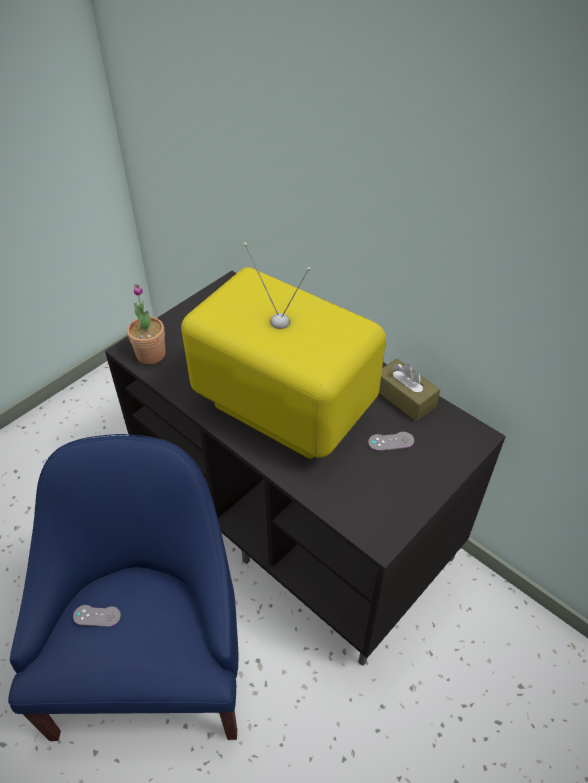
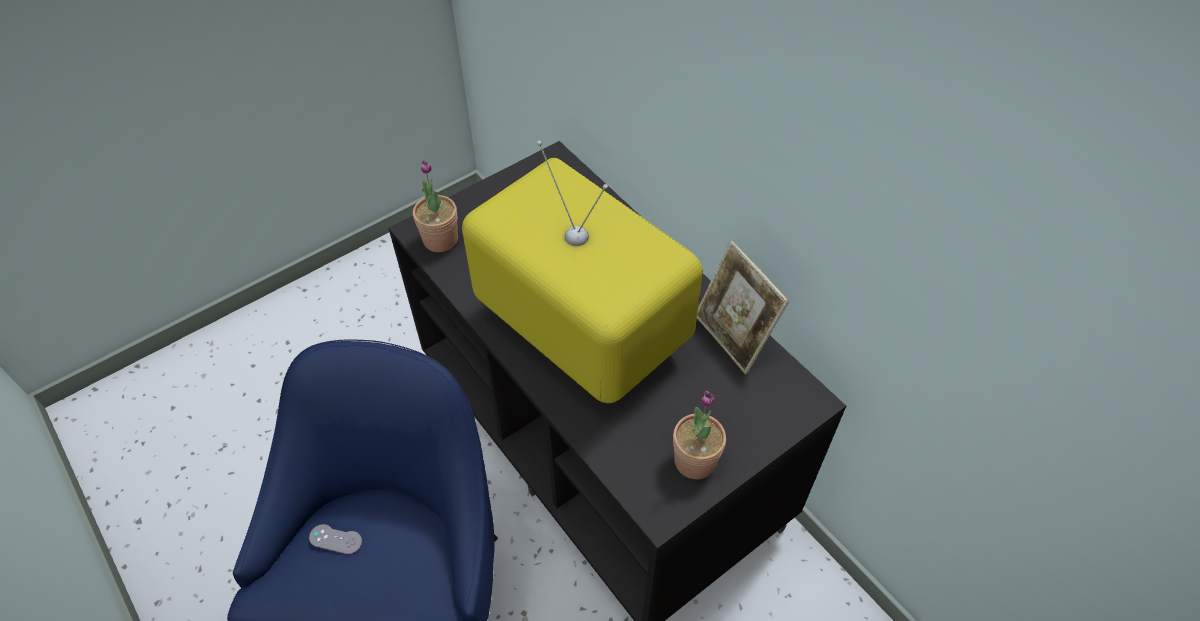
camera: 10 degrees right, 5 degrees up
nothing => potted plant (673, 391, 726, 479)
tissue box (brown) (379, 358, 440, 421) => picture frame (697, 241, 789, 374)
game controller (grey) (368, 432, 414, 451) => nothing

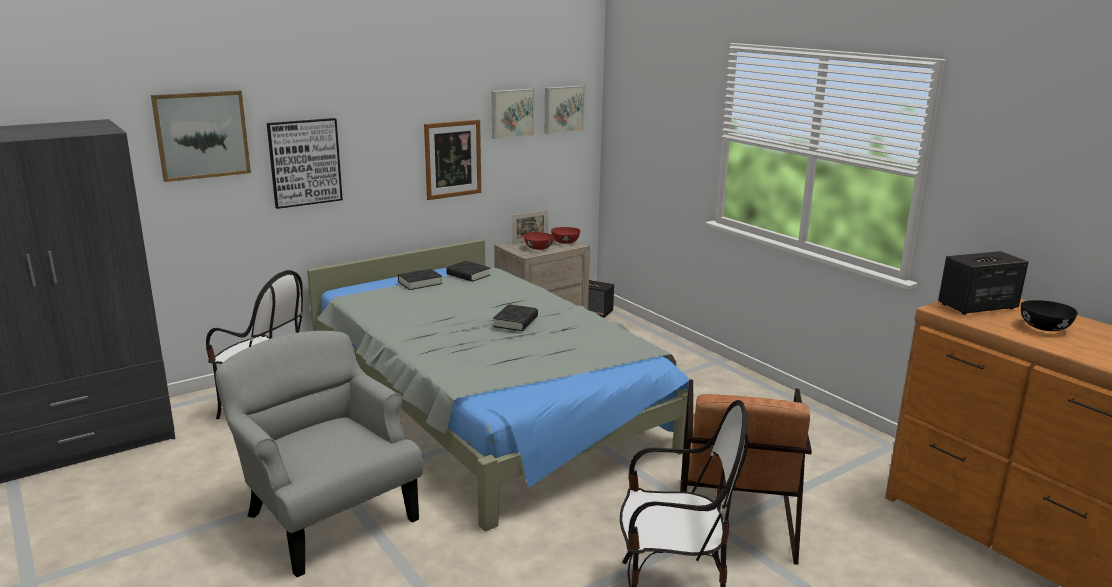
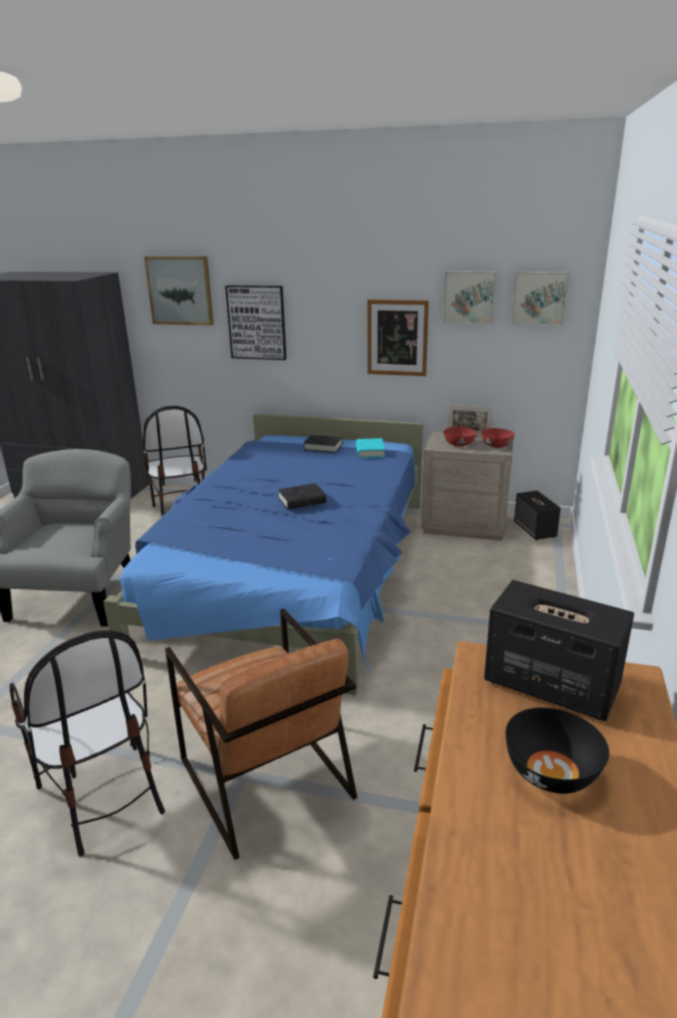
camera: 50 degrees right, 5 degrees up
bed (grey) (307, 239, 694, 531) => bed (blue) (103, 413, 423, 695)
armchair (brown) (680, 379, 812, 565) => armchair (brown) (165, 609, 357, 860), 90 degrees counterclockwise
book (black) (446, 261, 490, 282) => book (turquoise) (356, 438, 385, 458)

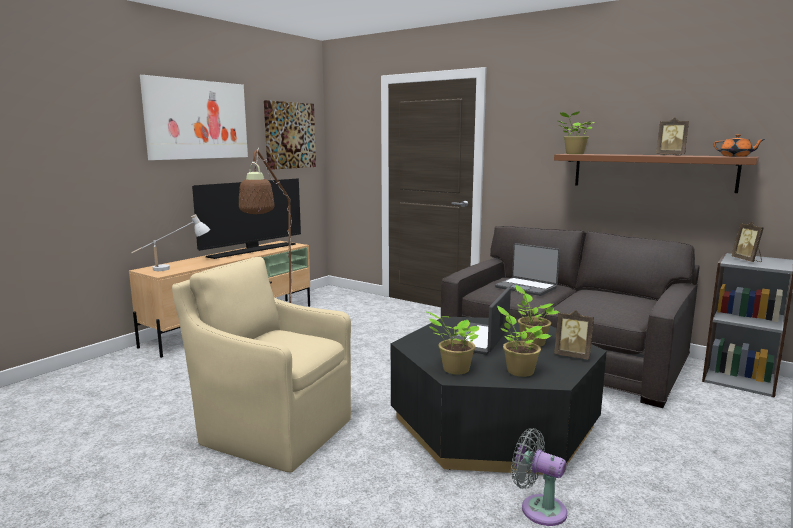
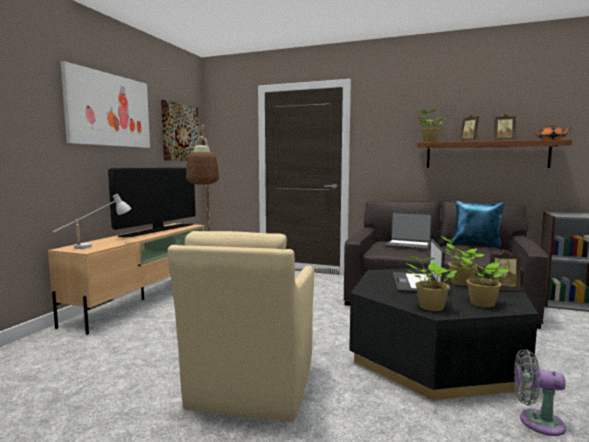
camera: 15 degrees left, 5 degrees down
armchair (beige) (172, 257, 351, 473) => armchair (beige) (168, 231, 314, 422), 90 degrees counterclockwise
nothing => pillow (blue) (449, 201, 505, 249)
picture frame (732, 222, 763, 262) => picture frame (460, 115, 479, 141), shifted

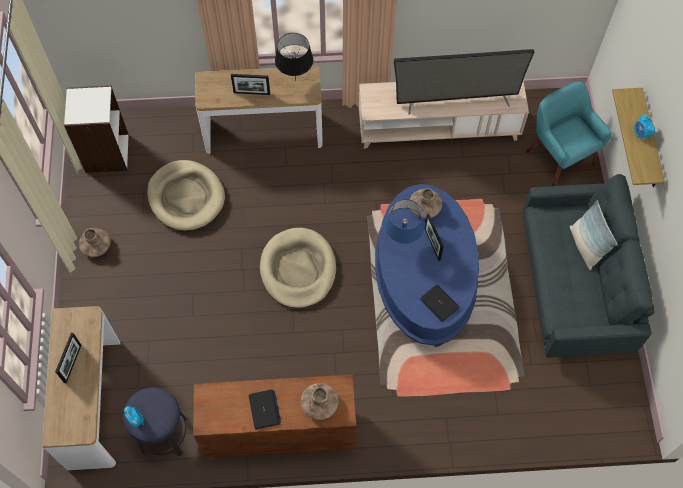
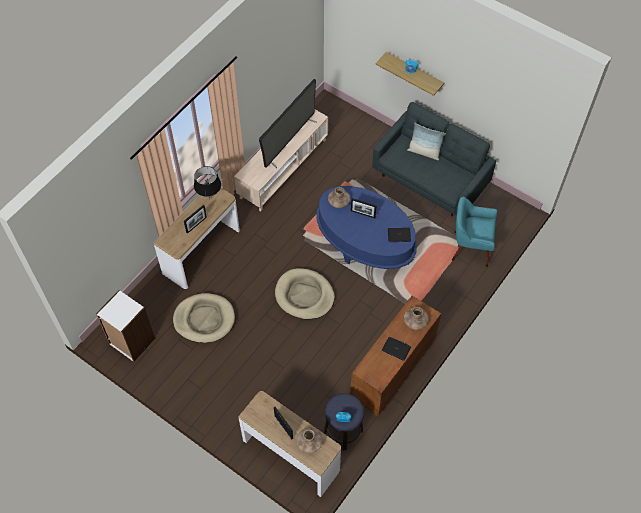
camera: 50 degrees left, 5 degrees down
vase (brown) (79, 228, 111, 257) => vase (brown) (296, 427, 323, 453), shifted
armchair (turquoise) (526, 81, 612, 186) => armchair (turquoise) (452, 197, 498, 267), shifted
table lamp (blue) (384, 199, 425, 244) => nothing

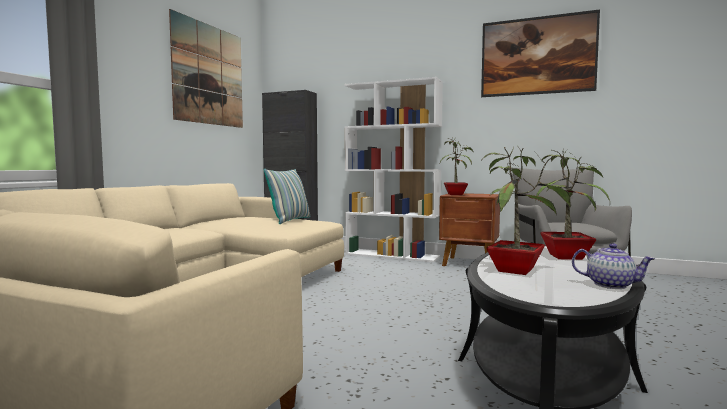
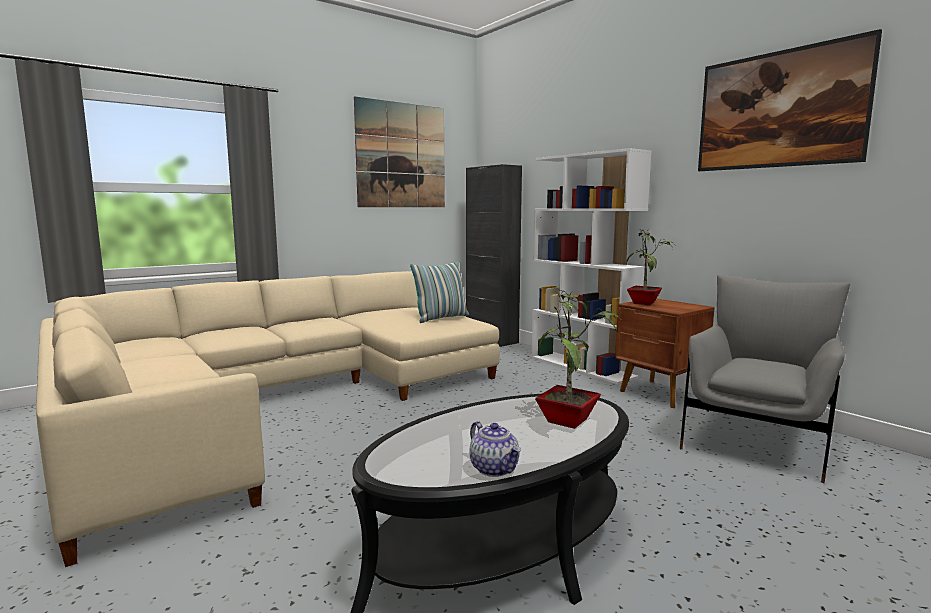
camera: 30 degrees right, 5 degrees up
potted plant (481, 147, 571, 275) => nothing

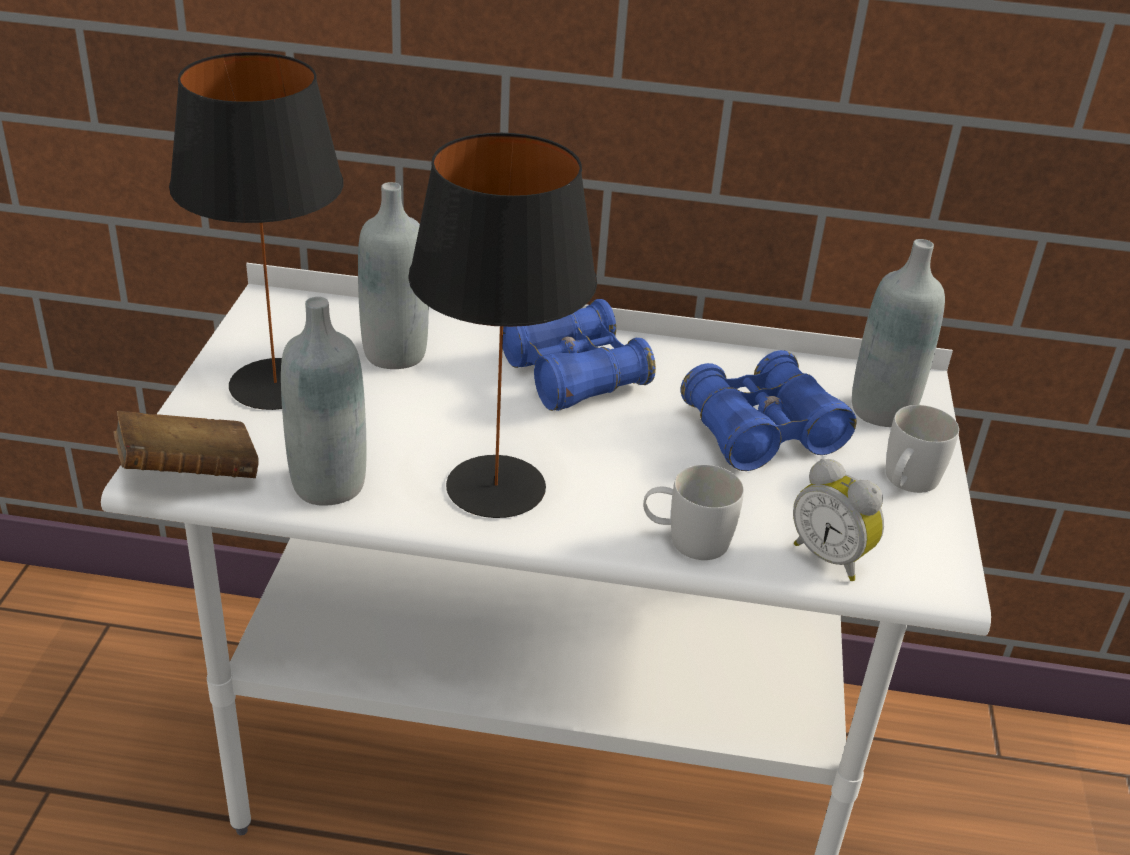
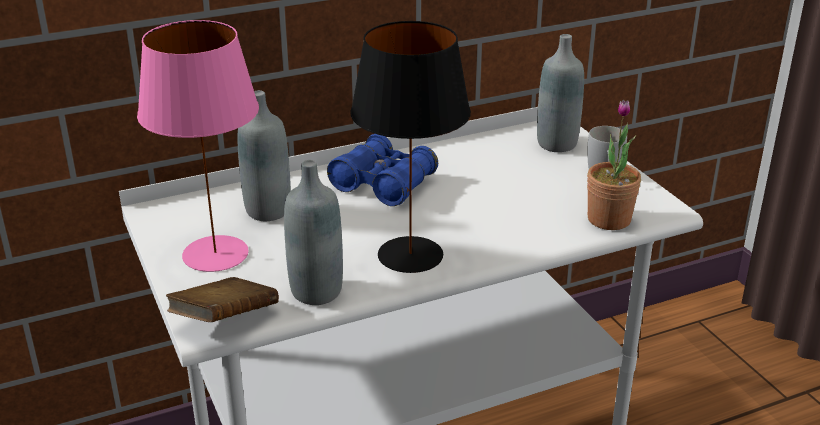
camera: 30 degrees left, 5 degrees down
table lamp (black) (169, 52, 344, 410) => table lamp (pink) (137, 20, 259, 272)
alarm clock (793, 458, 884, 581) => potted plant (587, 100, 641, 230)
mug (white) (643, 465, 744, 560) => nothing
binoculars (blue) (680, 350, 857, 471) => nothing

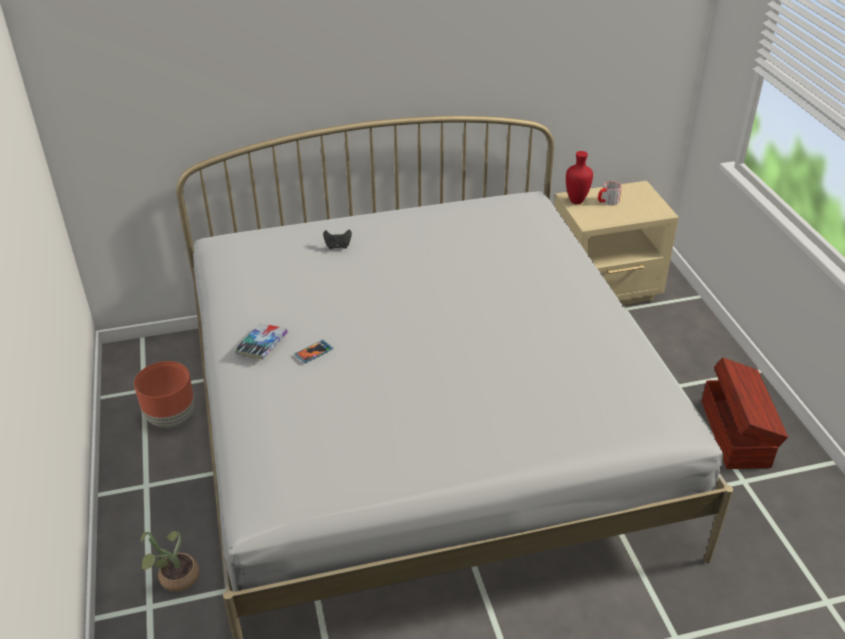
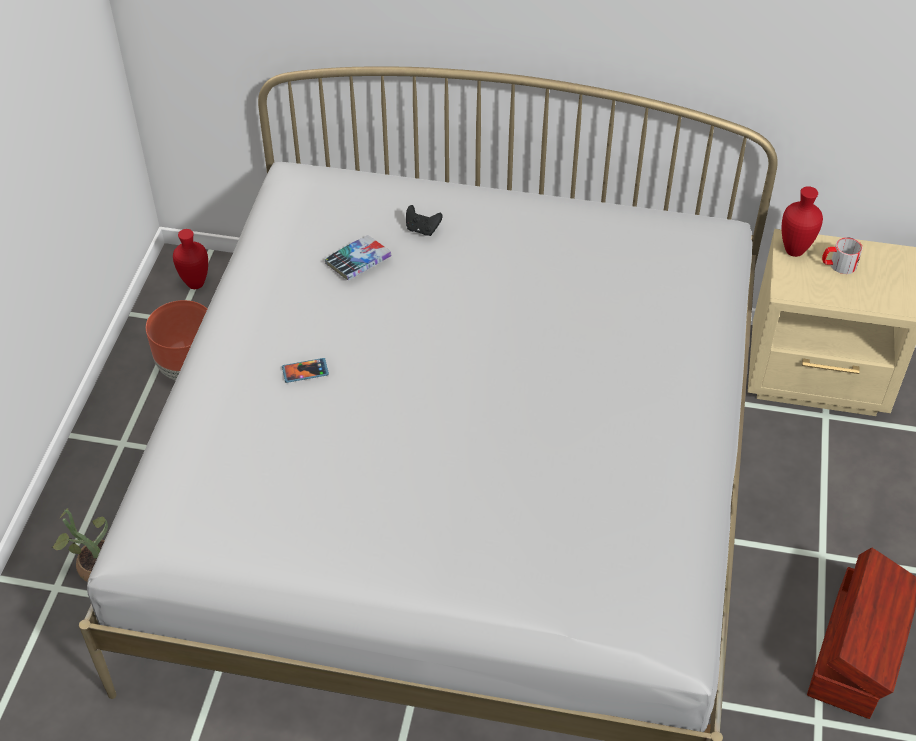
camera: 25 degrees right, 10 degrees up
nothing => vase (red) (173, 229, 208, 289)
book (234, 324, 288, 359) => book (324, 235, 392, 280), shifted

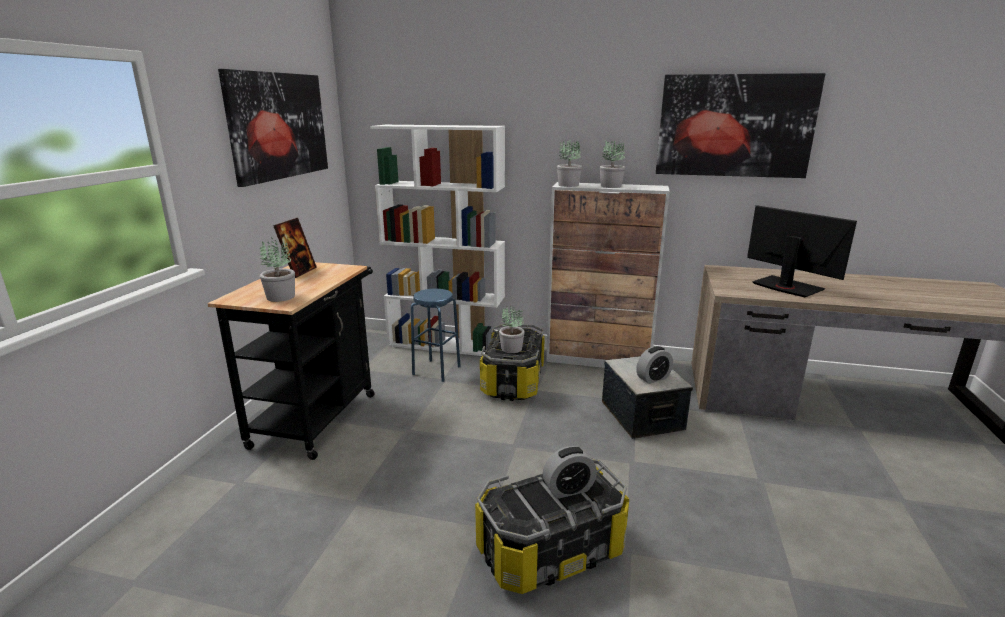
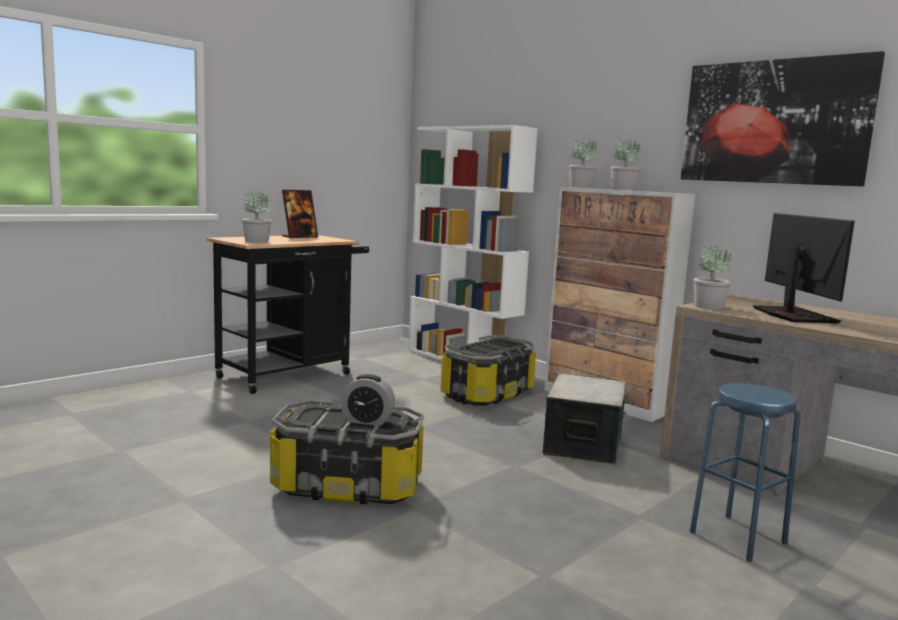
camera: 30 degrees right, 10 degrees down
stool (blue) (411, 289, 461, 382) => stool (blue) (690, 383, 800, 562), shifted
potted plant (499, 306, 525, 353) => potted plant (694, 245, 732, 310), shifted
picture (218, 69, 328, 187) => nothing
alarm clock (636, 346, 673, 384) => nothing

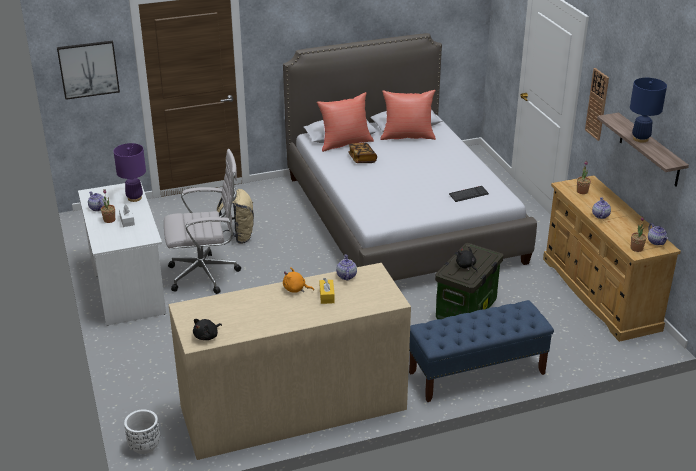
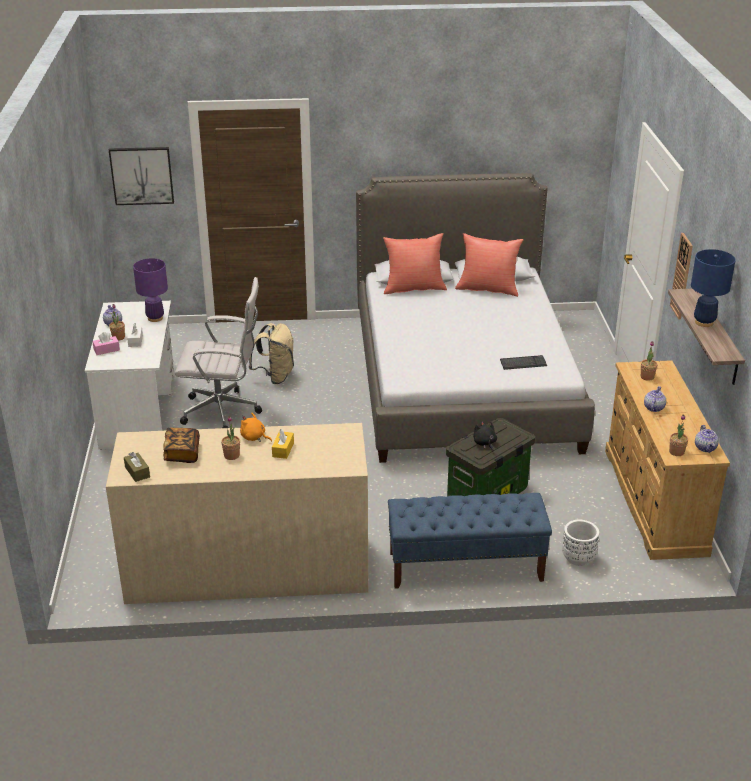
camera: 15 degrees right, 0 degrees up
nothing => tissue box (pink) (92, 332, 120, 355)
plush toy (black) (193, 319, 222, 340) => tissue box (brown) (124, 452, 150, 482)
book (348, 143, 377, 163) => book (163, 428, 200, 463), shifted
nothing => potted plant (221, 416, 240, 460)
planter (white) (124, 410, 160, 454) => planter (white) (562, 520, 599, 566), shifted
teapot (336, 254, 357, 281) => nothing

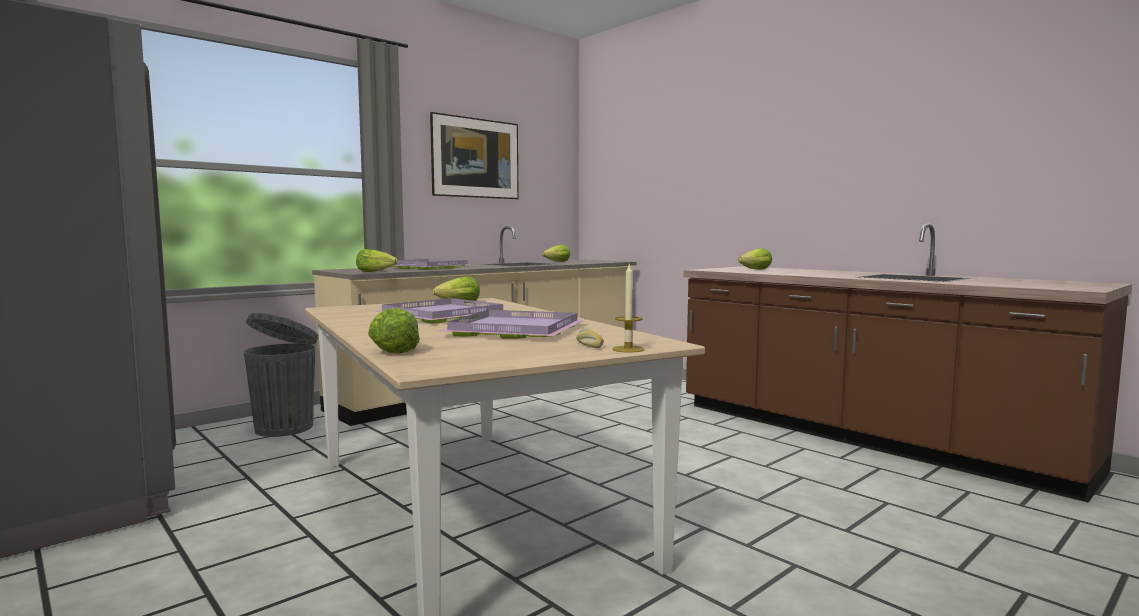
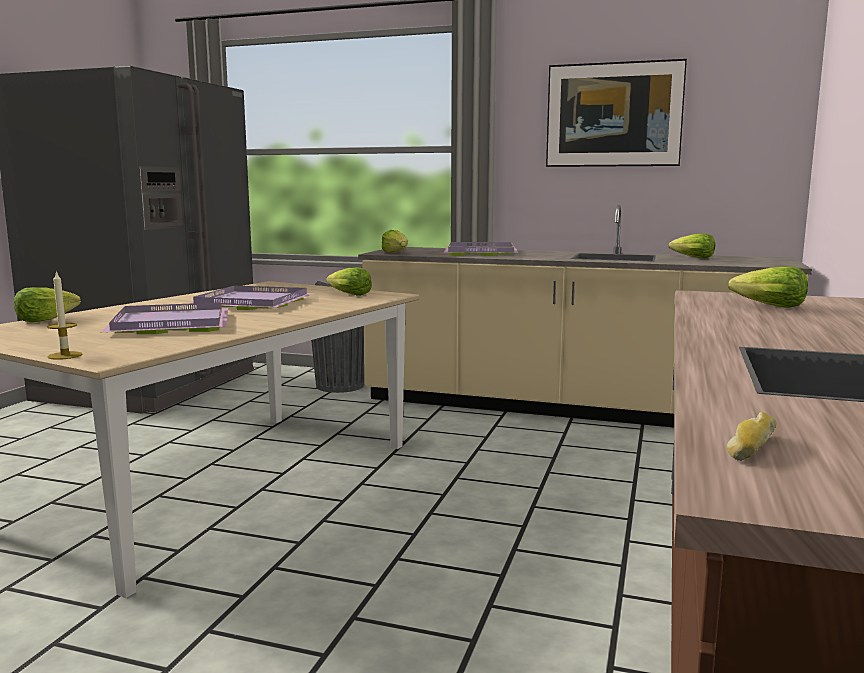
camera: 60 degrees right, 5 degrees up
bread (576, 328, 604, 348) => bread (727, 412, 777, 461), shifted

